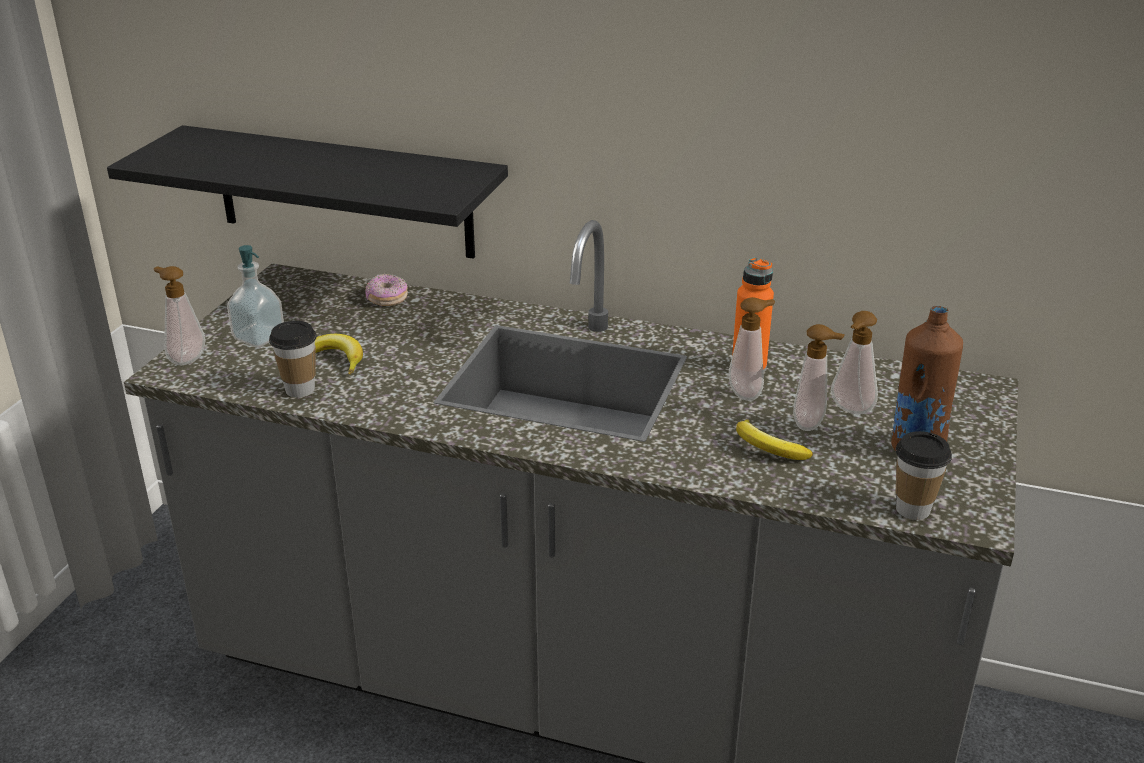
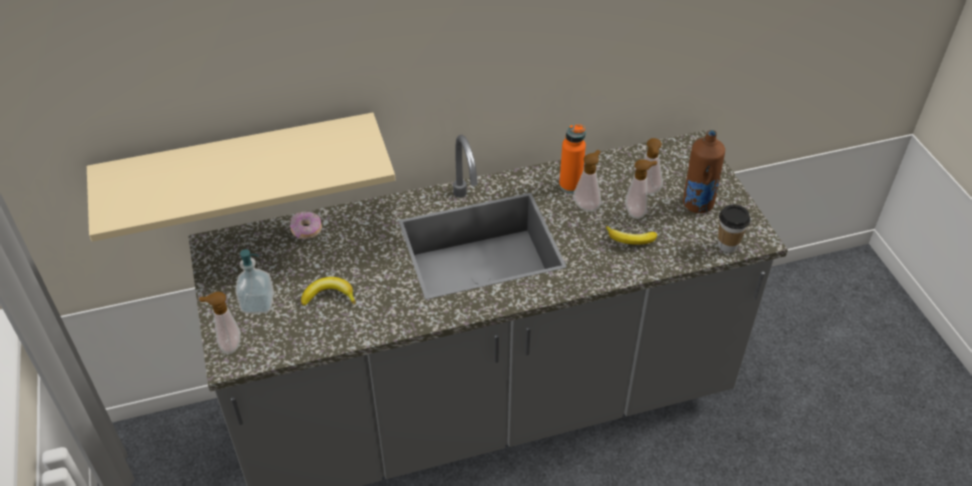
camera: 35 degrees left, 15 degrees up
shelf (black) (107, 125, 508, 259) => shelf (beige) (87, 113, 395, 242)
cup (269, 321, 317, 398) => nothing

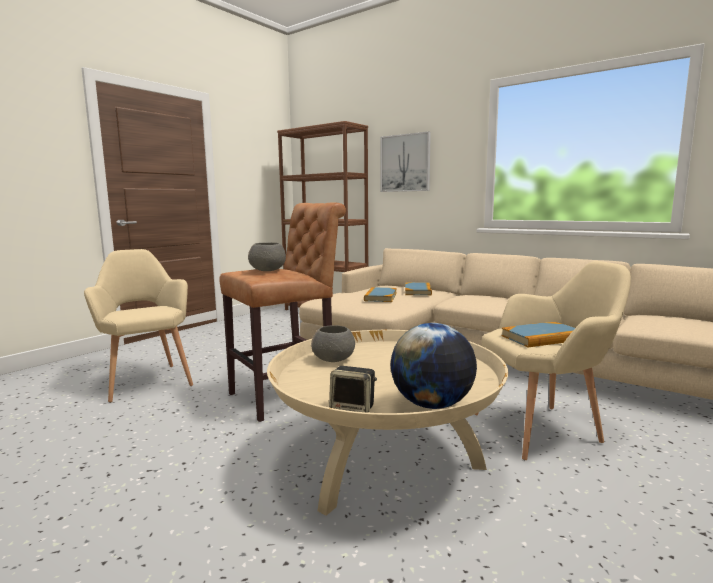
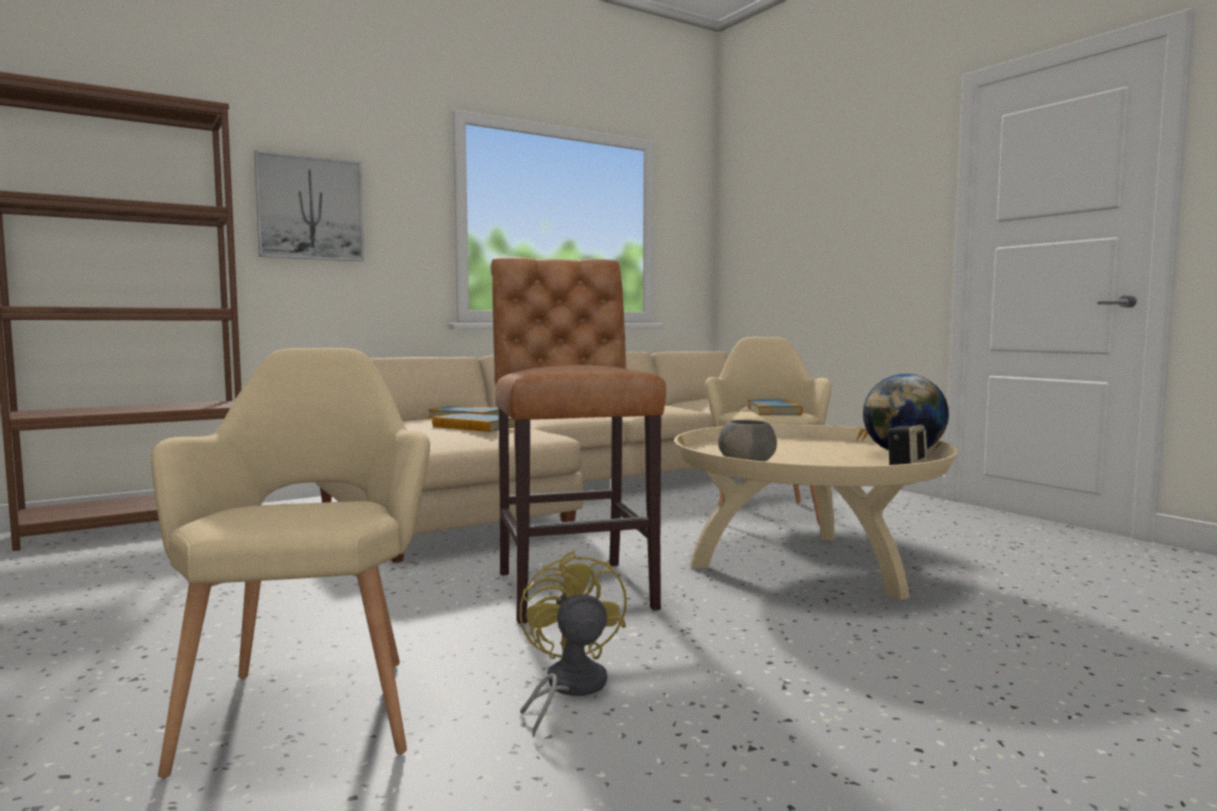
camera: 70 degrees left, 5 degrees down
armchair (beige) (84, 249, 193, 403) => armchair (beige) (151, 348, 430, 778), 90 degrees clockwise
nothing => fan (yellow) (519, 550, 627, 738)
bowl (grey) (248, 243, 286, 271) => nothing

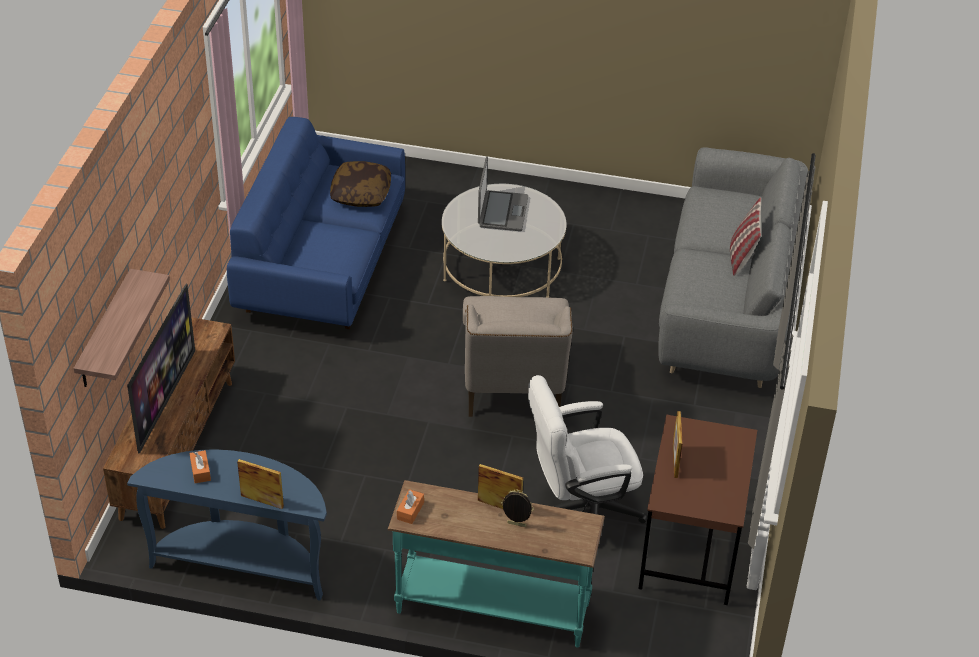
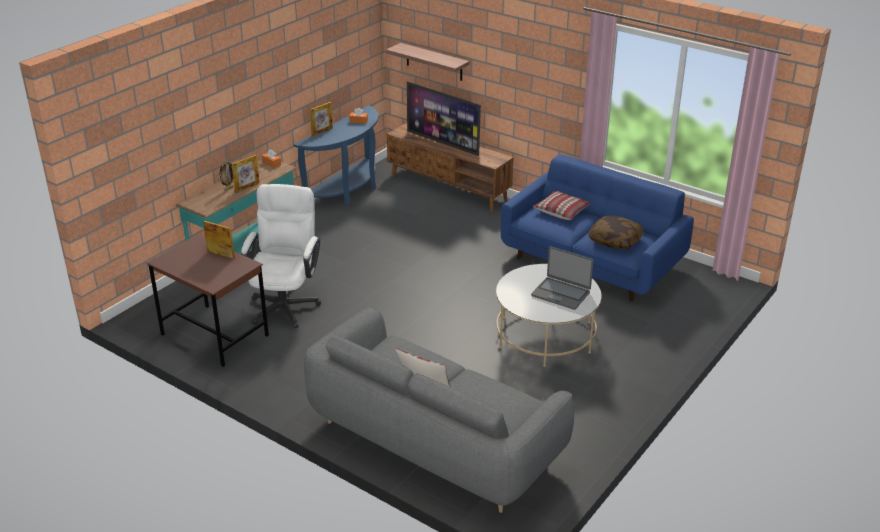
camera: 115 degrees right, 10 degrees down
nothing => pillow (533, 191, 590, 220)
armchair (beige) (463, 296, 573, 417) => nothing

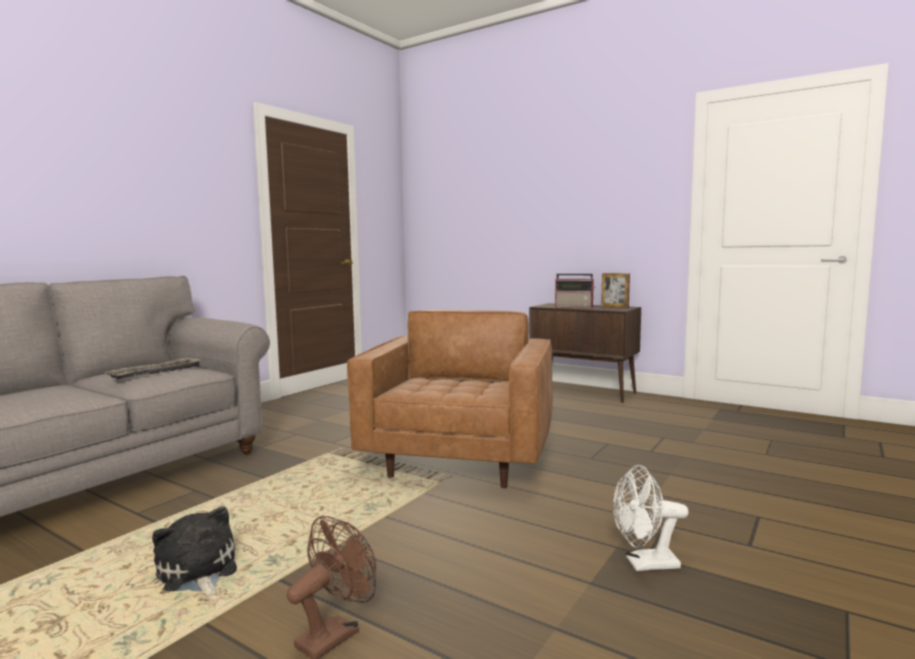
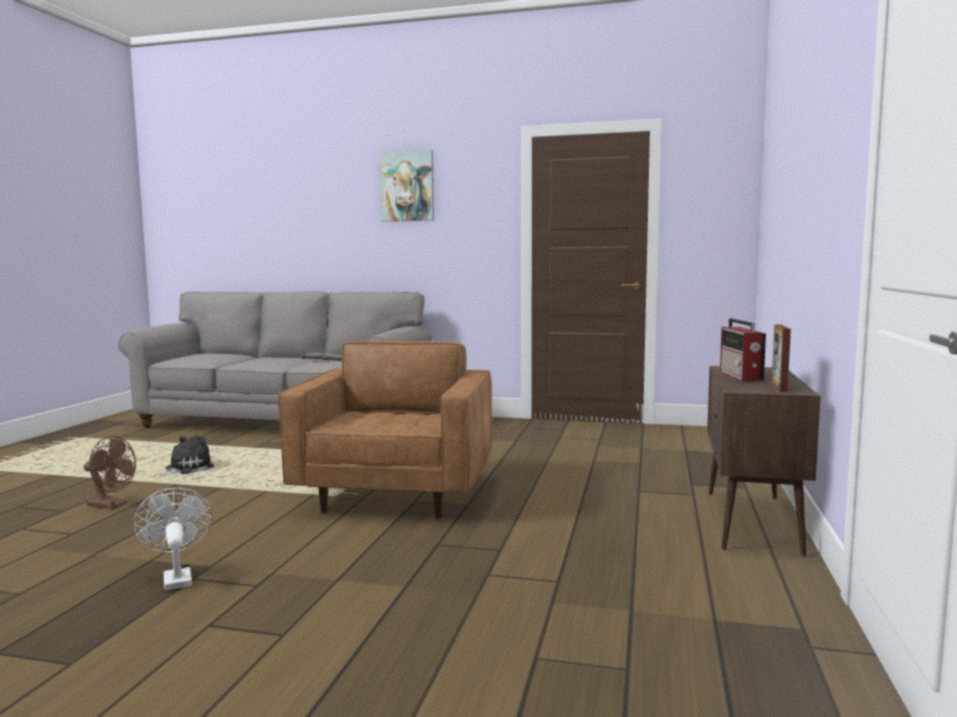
camera: 70 degrees right, 0 degrees up
armchair (brown) (347, 310, 553, 489) => armchair (brown) (278, 341, 492, 519), 75 degrees counterclockwise
nothing => picture (379, 150, 434, 222)

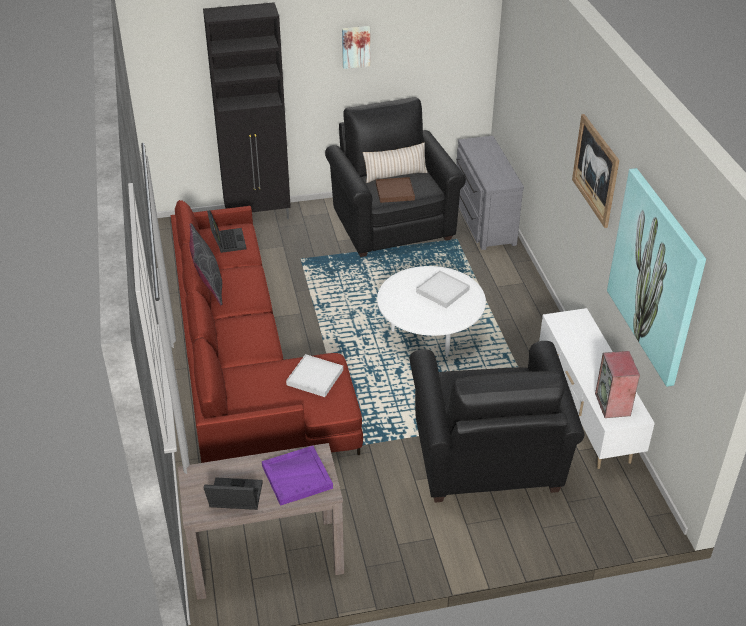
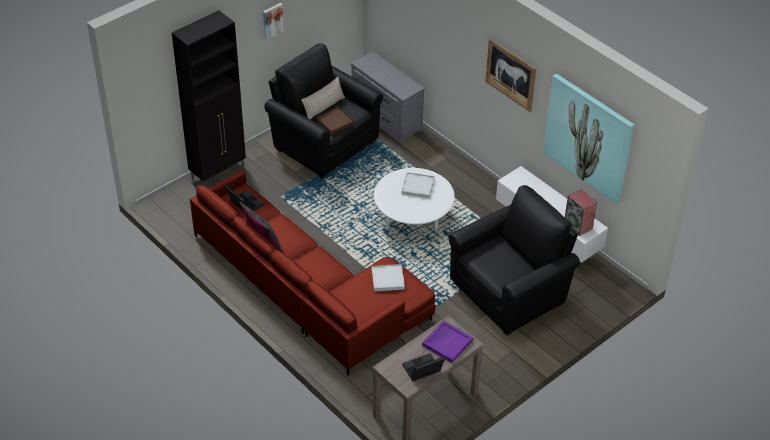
camera: 30 degrees left, 5 degrees up
armchair (black) (409, 341, 585, 502) => armchair (black) (448, 185, 580, 336), 90 degrees counterclockwise

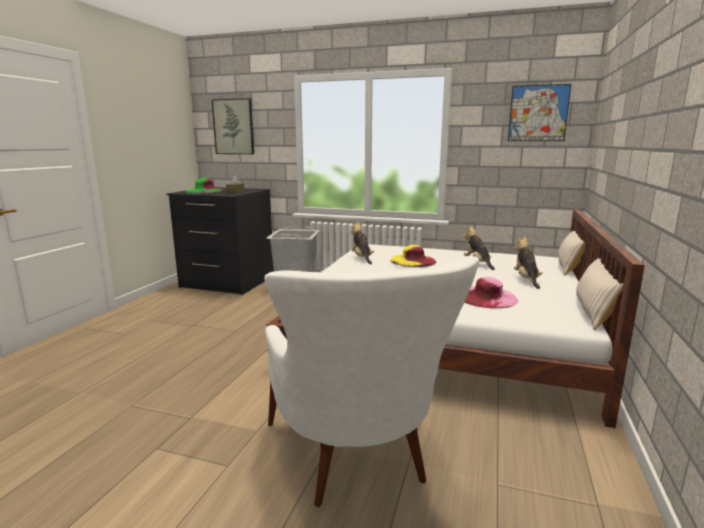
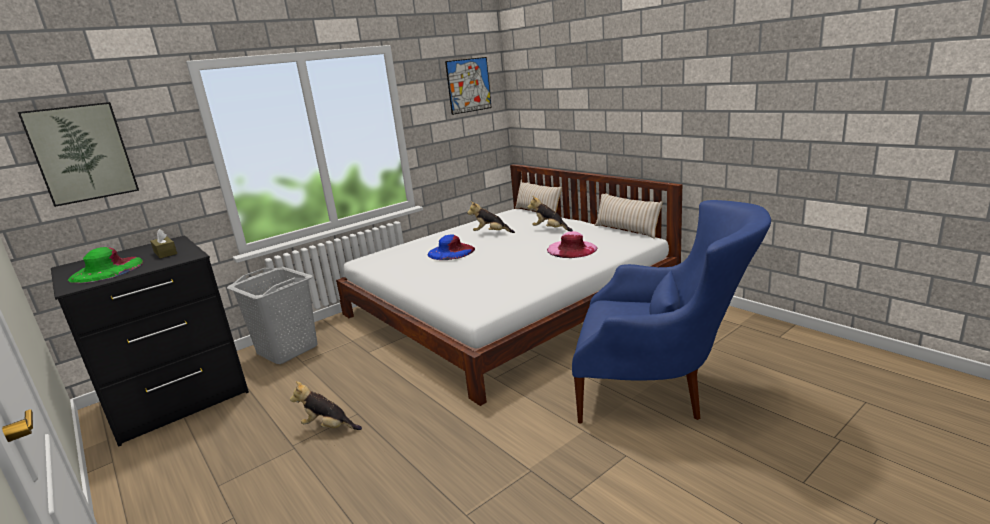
camera: 55 degrees left, 5 degrees up
plush toy (351, 222, 374, 265) => plush toy (290, 381, 362, 430), shifted
hat (yellow) (391, 245, 436, 267) => hat (blue) (428, 234, 475, 260)
armchair (white) (264, 256, 479, 507) => armchair (blue) (572, 200, 771, 424)

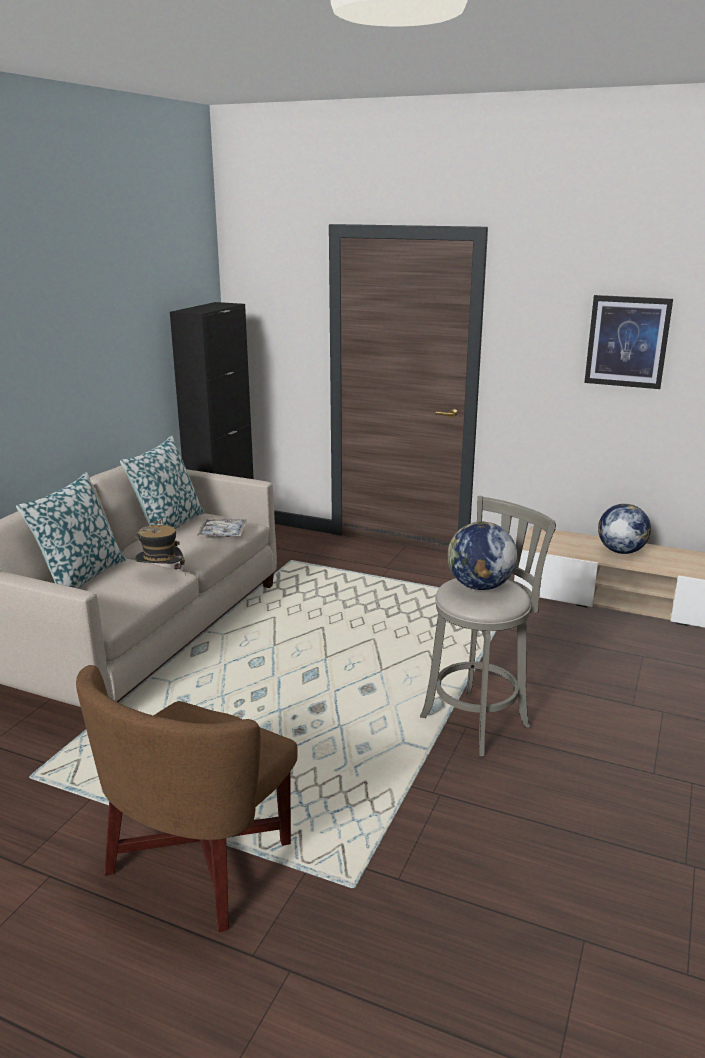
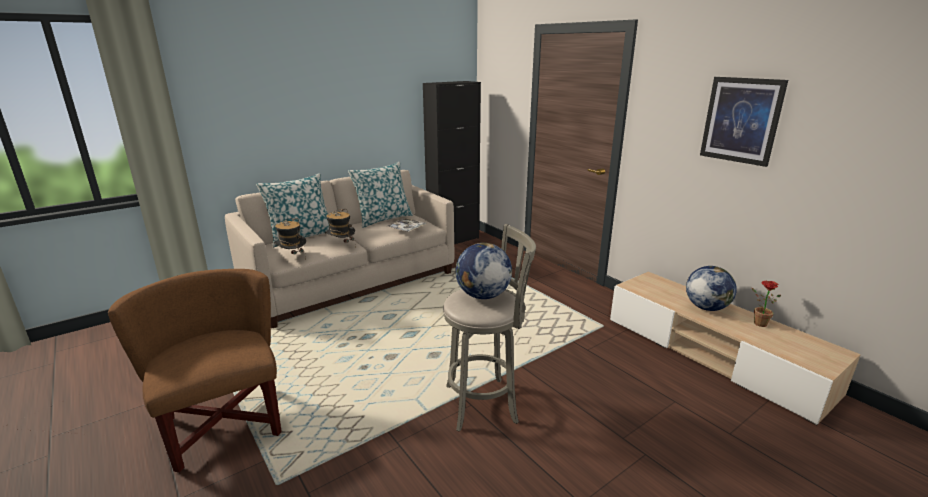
camera: 30 degrees right, 0 degrees up
armchair (brown) (76, 665, 298, 932) => armchair (brown) (108, 269, 282, 473), 90 degrees clockwise
nothing => hat (273, 218, 306, 260)
nothing => potted plant (752, 281, 781, 327)

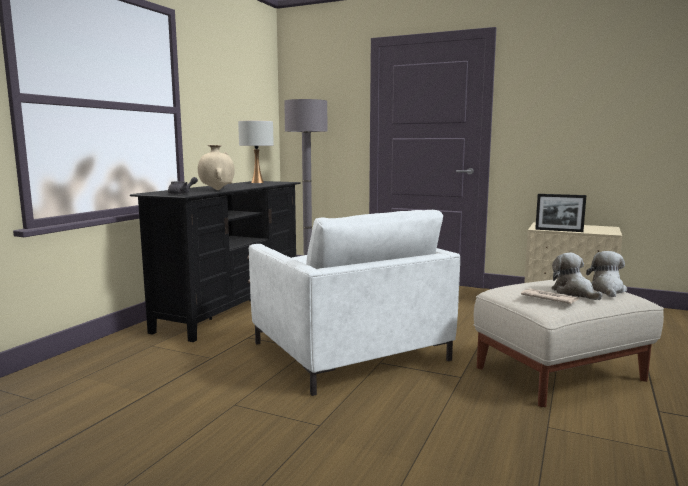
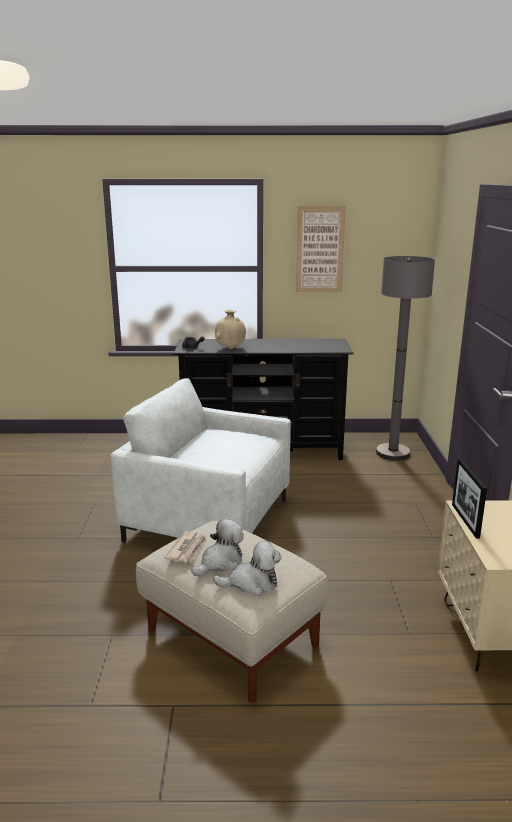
camera: 65 degrees right, 10 degrees up
armchair (white) (249, 210, 460, 396) => armchair (white) (111, 378, 291, 543), 75 degrees clockwise
nothing => picture (296, 206, 346, 292)
table lamp (white) (238, 121, 274, 183) => nothing

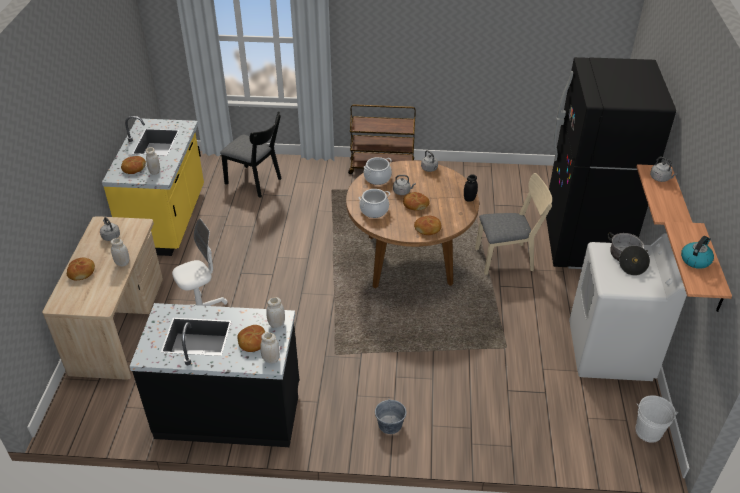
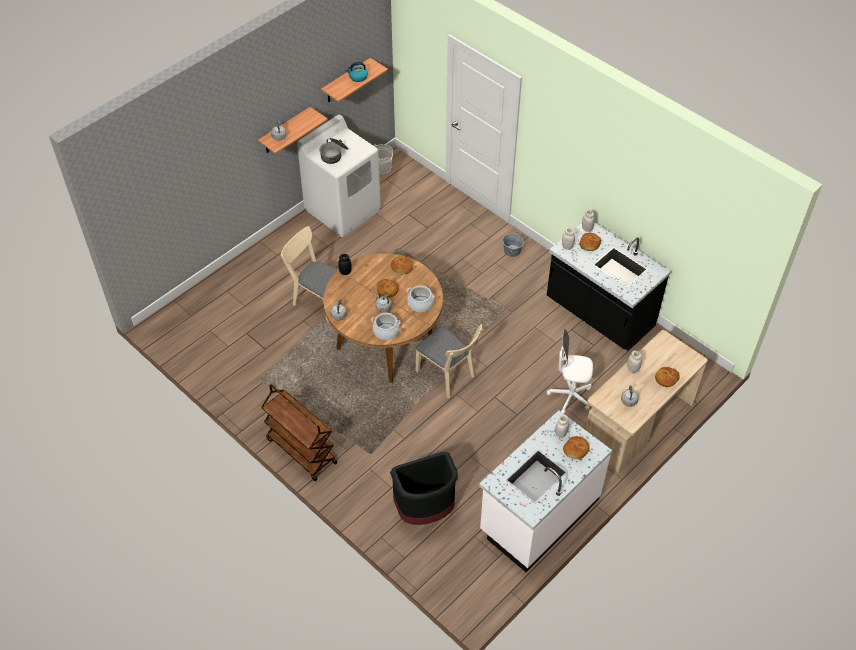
camera: 140 degrees left, 10 degrees up
chair (black) (220, 111, 281, 198) => trash can (black) (390, 452, 458, 525)
nothing => chair (beige) (415, 324, 483, 398)
counter (yellow) (102, 116, 204, 256) => counter (white) (479, 410, 612, 572)
fridge (black) (546, 57, 676, 269) => nothing

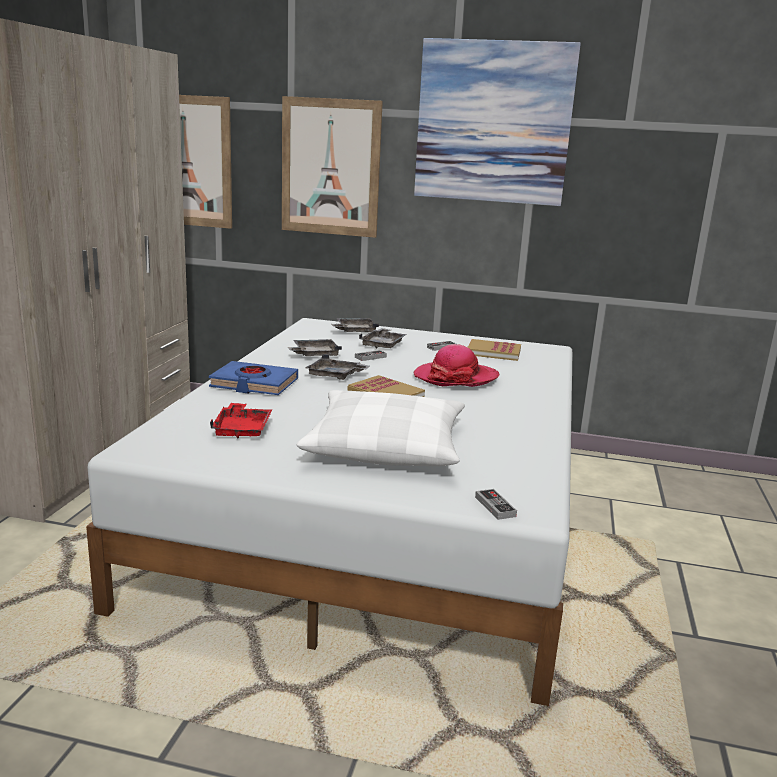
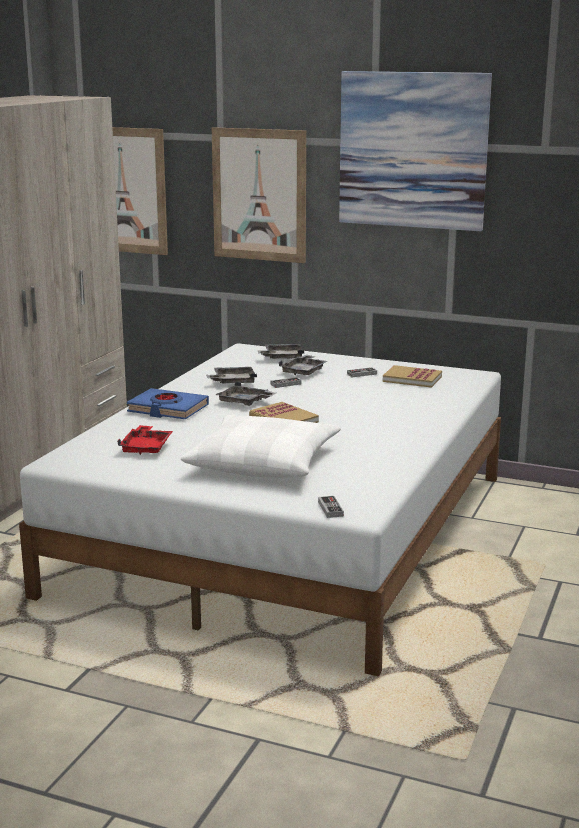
camera: 10 degrees right, 0 degrees up
hat (413, 344, 499, 387) => nothing

